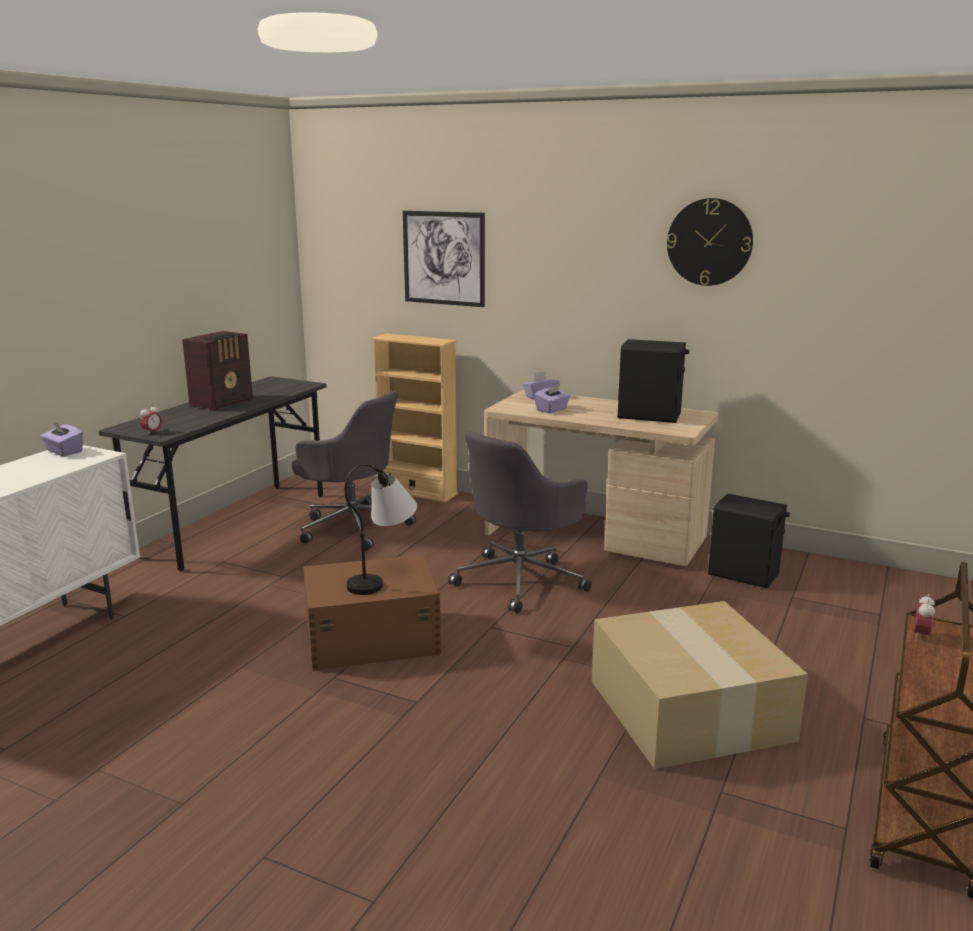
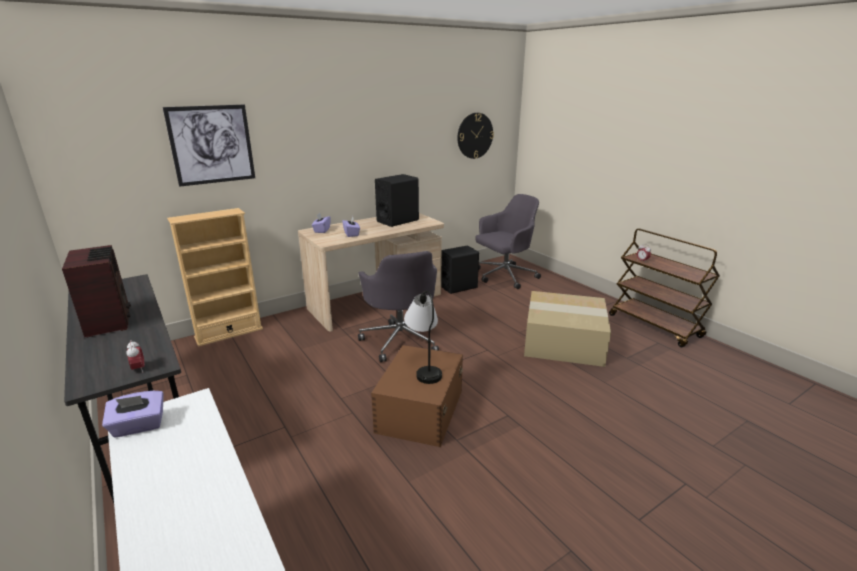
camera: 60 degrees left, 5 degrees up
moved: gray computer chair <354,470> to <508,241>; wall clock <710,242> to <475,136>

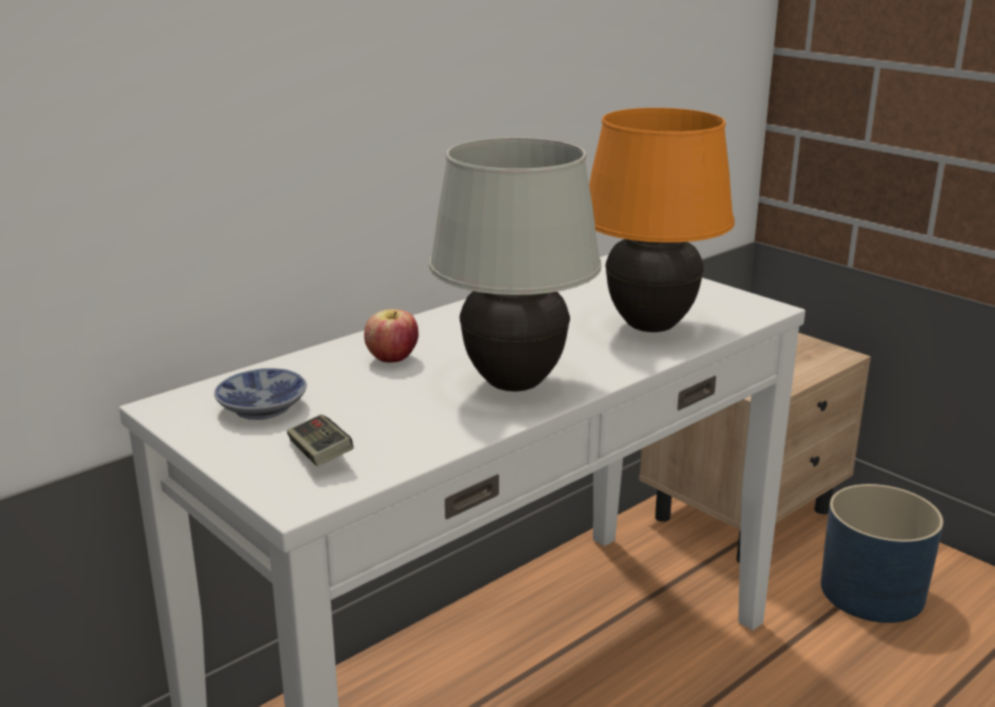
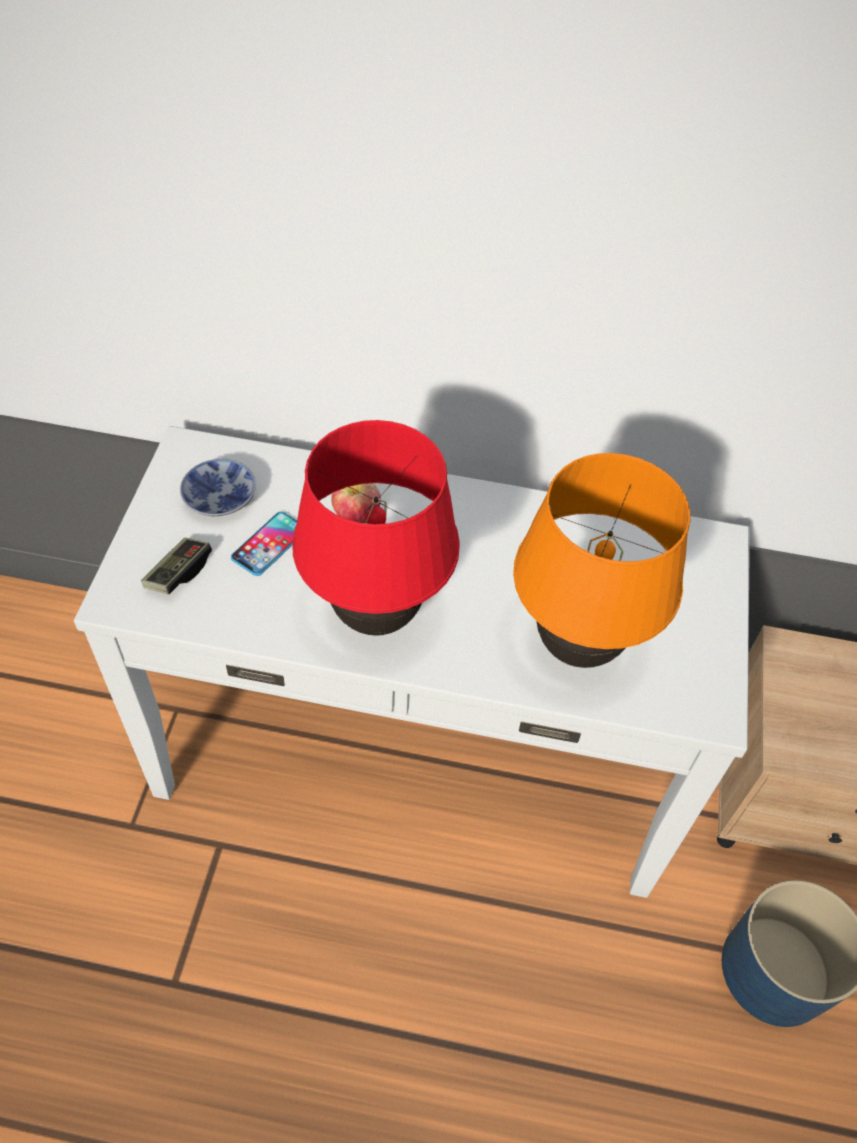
camera: 50 degrees right, 30 degrees up
added: phone <264,544>
recoloured: white lamp for a table <515,264> to red lamp for a table <376,528>

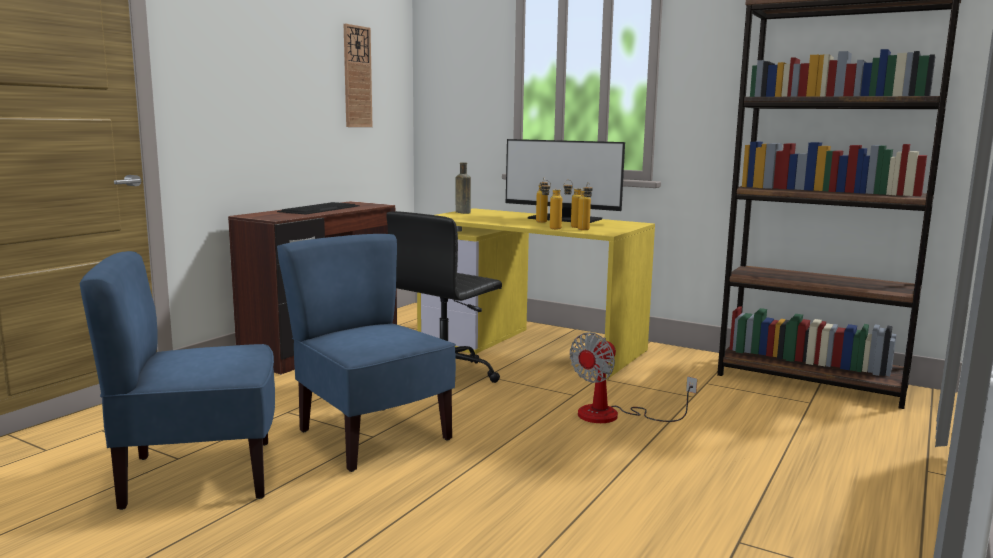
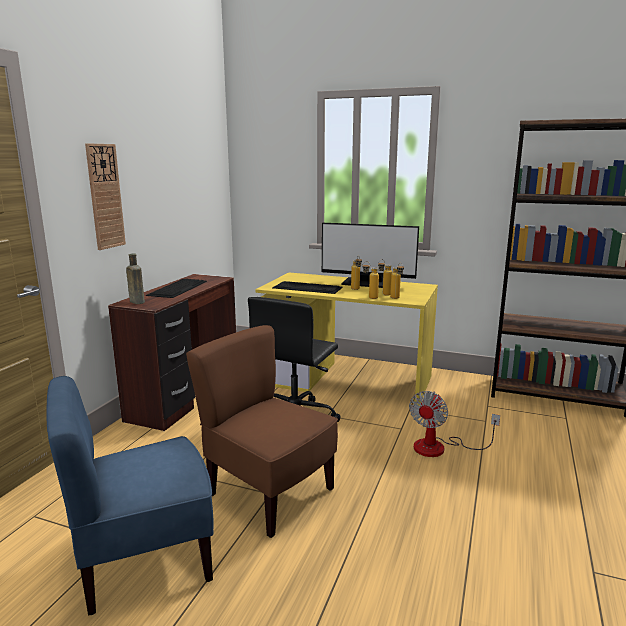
camera: 10 degrees left, 5 degrees up
added: keyboard <307,287>
moved: wall clock <358,75> to <105,196>; brown bottle <463,188> to <135,278>
recoloured: bluish upright chair <366,353> to brown upright chair <262,431>

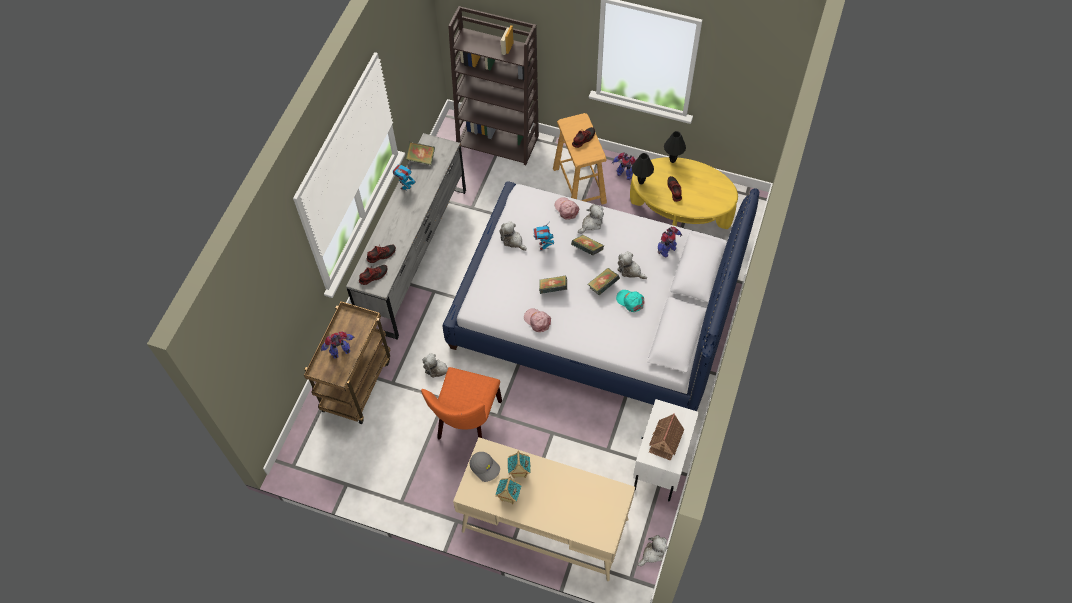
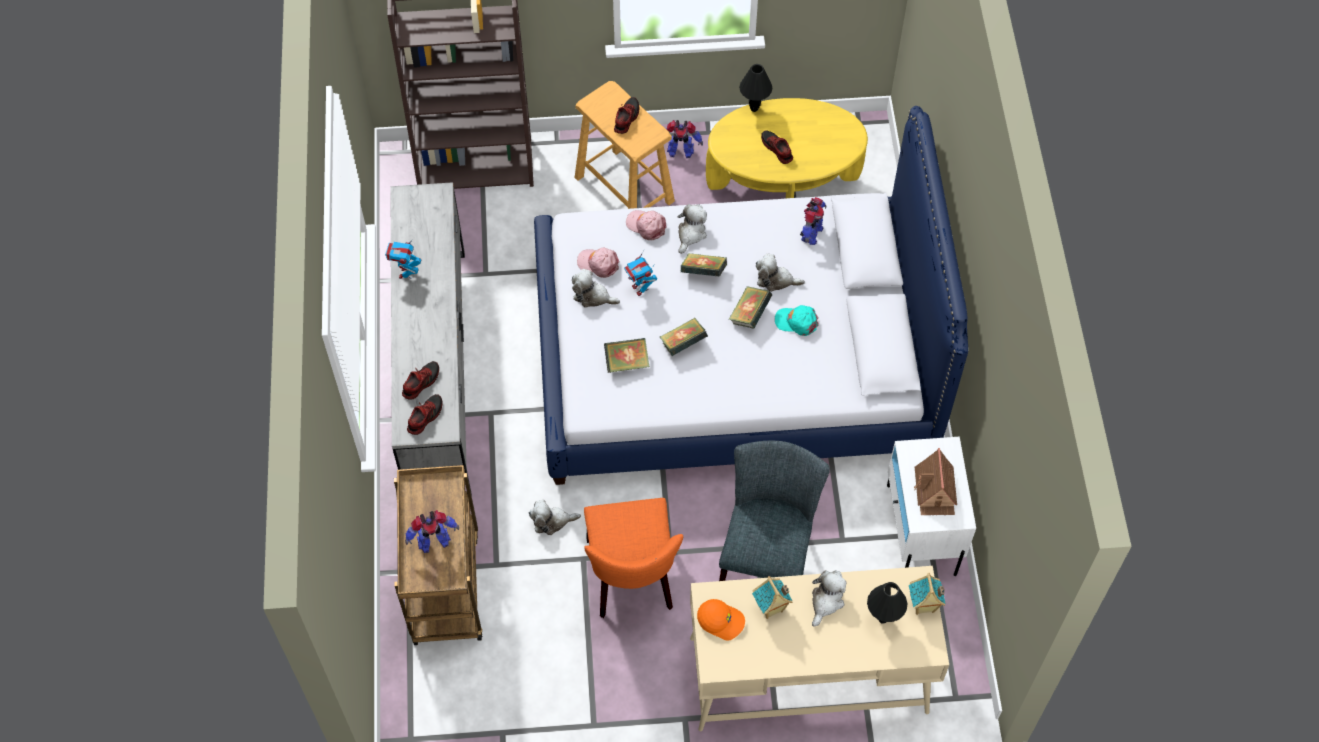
camera: 25 degrees left, 0 degrees up
added: gray upright chair <774,511>
moved: volume <420,153> to <627,355>; miniature house <508,490> to <927,594>; pink cap <537,320> to <598,263>; black-coloured lamp for a table <643,169> to <887,603>; plush toy <652,550> to <829,598>
recoloured: gray cap <485,467> to orange-coloured cap <721,619>
turned: model robot <338,345> = <432,531> 150 degrees counterclockwise

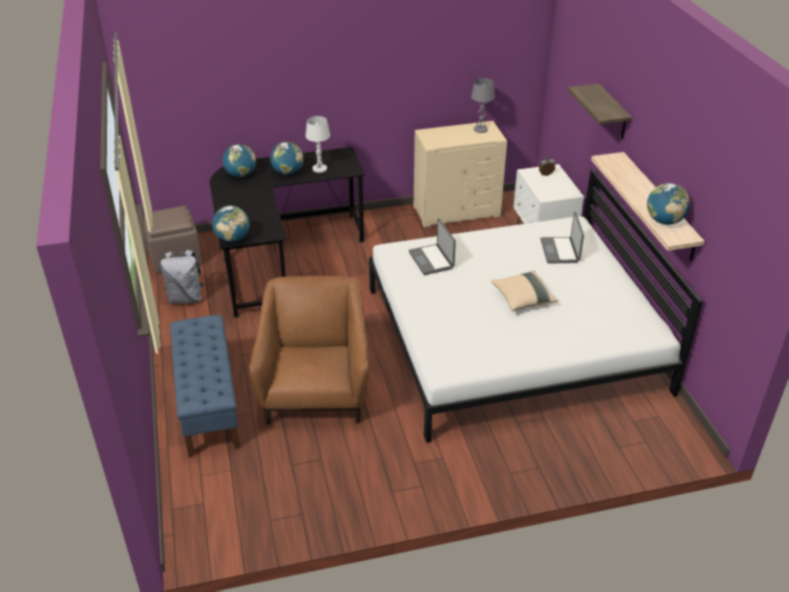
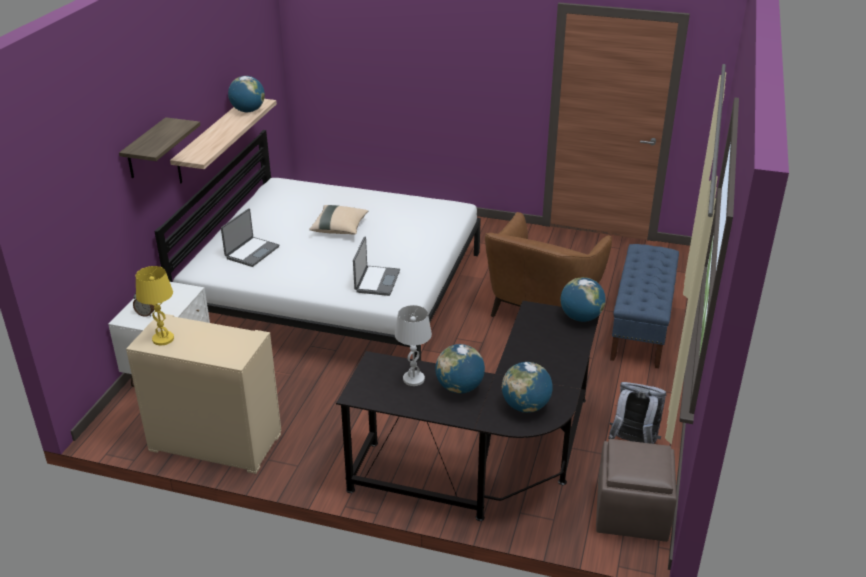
camera: 150 degrees left, 5 degrees down
recoloured: gray lamp for a table <483,105> to yellowish lamp for a table <155,305>

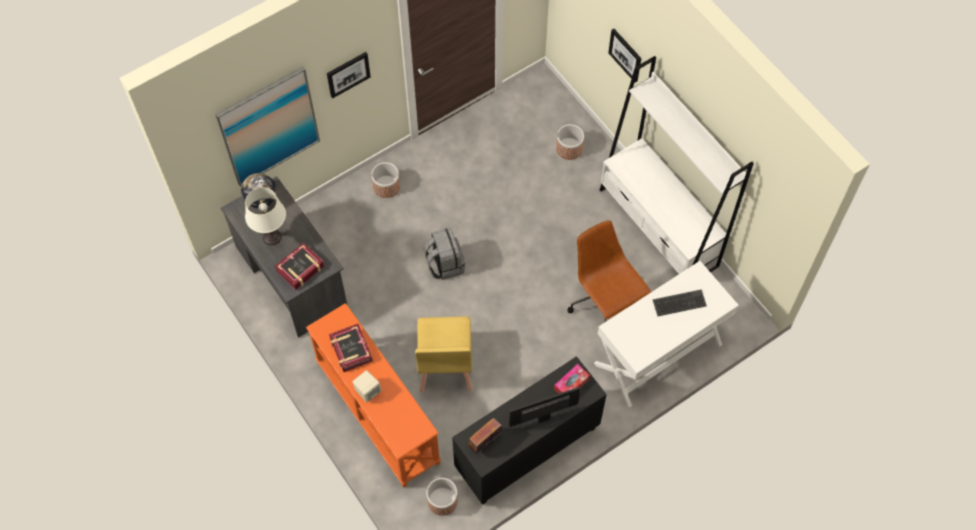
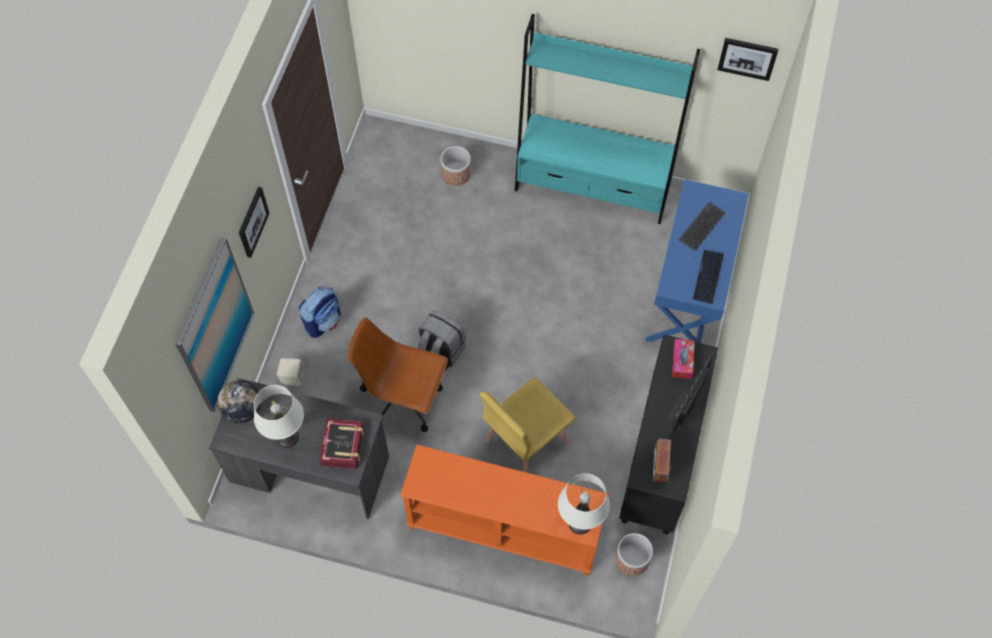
camera: 40 degrees left, 0 degrees up
removed: volume <351,348>
added: white lamp for a table <584,504>; keyboard <708,277>
moved: beige loudspeaker <367,386> to <291,372>; brown computer chair <609,271> to <397,375>; picture <625,56> to <748,59>
replaced: planter <385,180> to rucksack <320,312>
recoloured: white desk <666,334> to bluish desk <697,261>; white bookshelf <677,165> to turquoise bookshelf <607,119>
turned: yellowish upright chair <443,354> = <528,425> 90 degrees clockwise

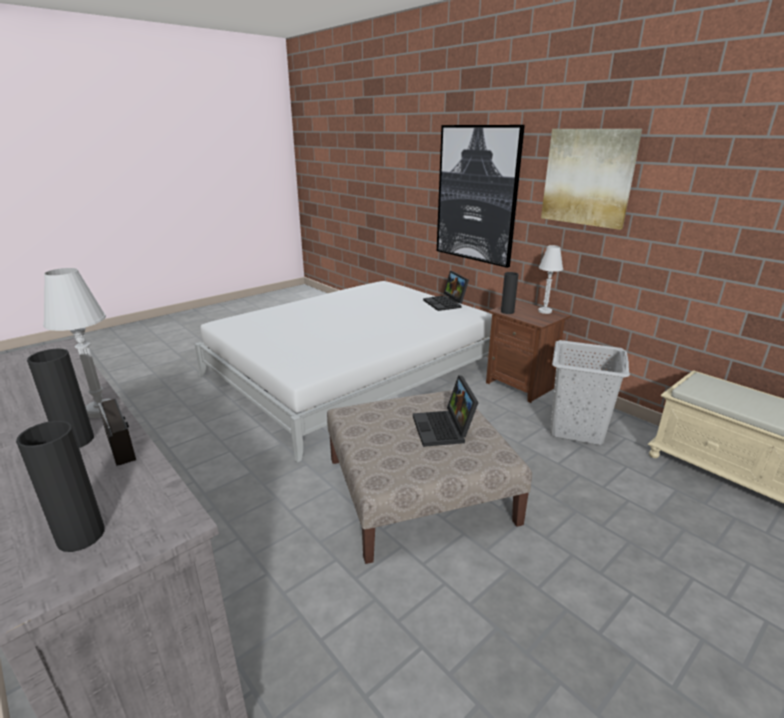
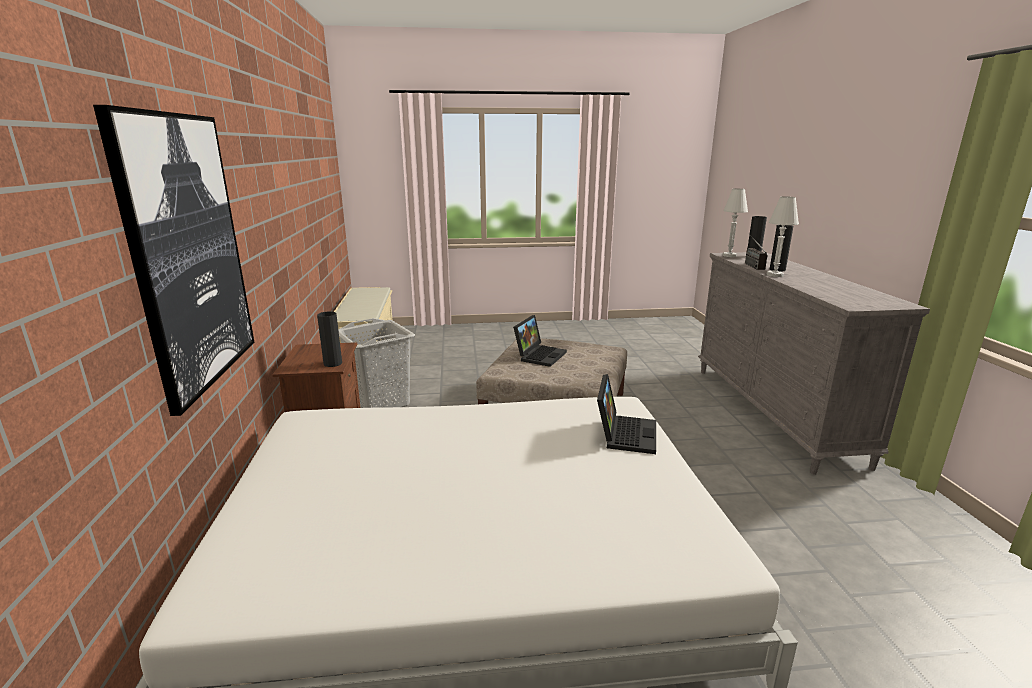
camera: 145 degrees left, 5 degrees down
removed: picture <591,179>
moved: laptop <446,291> to <626,414>; white lamp for a table <550,279> to <735,223>

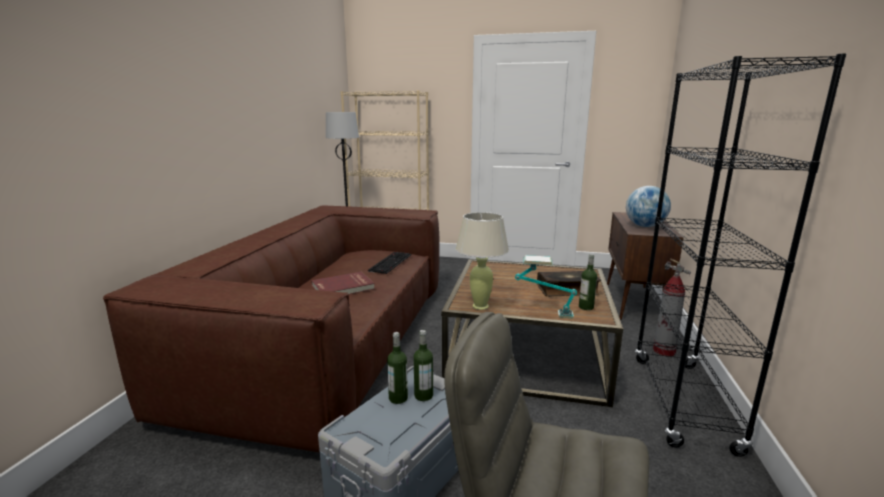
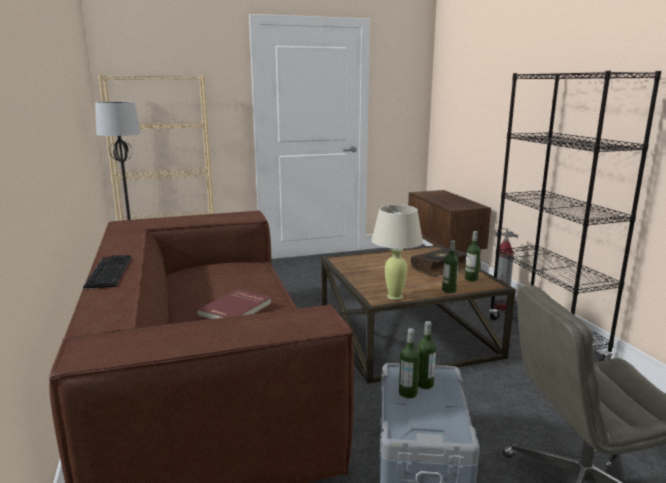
camera: 30 degrees left, 0 degrees up
removed: world globe <648,206>
moved: keyboard <389,263> to <107,272>
replaced: lamp for a table <546,286> to bottle <450,266>

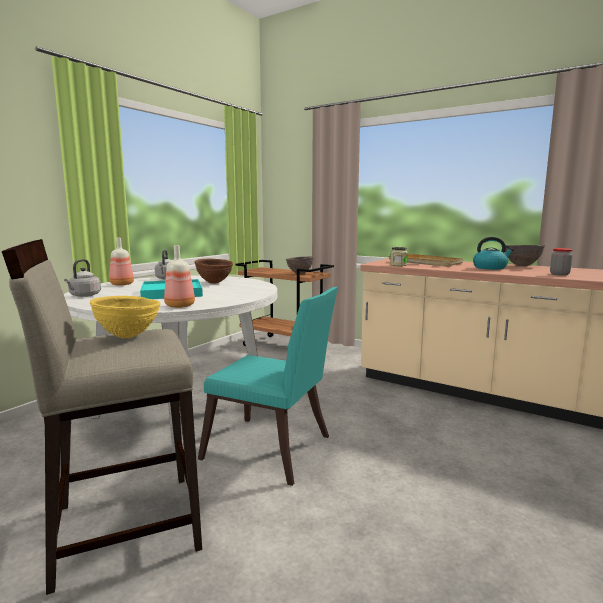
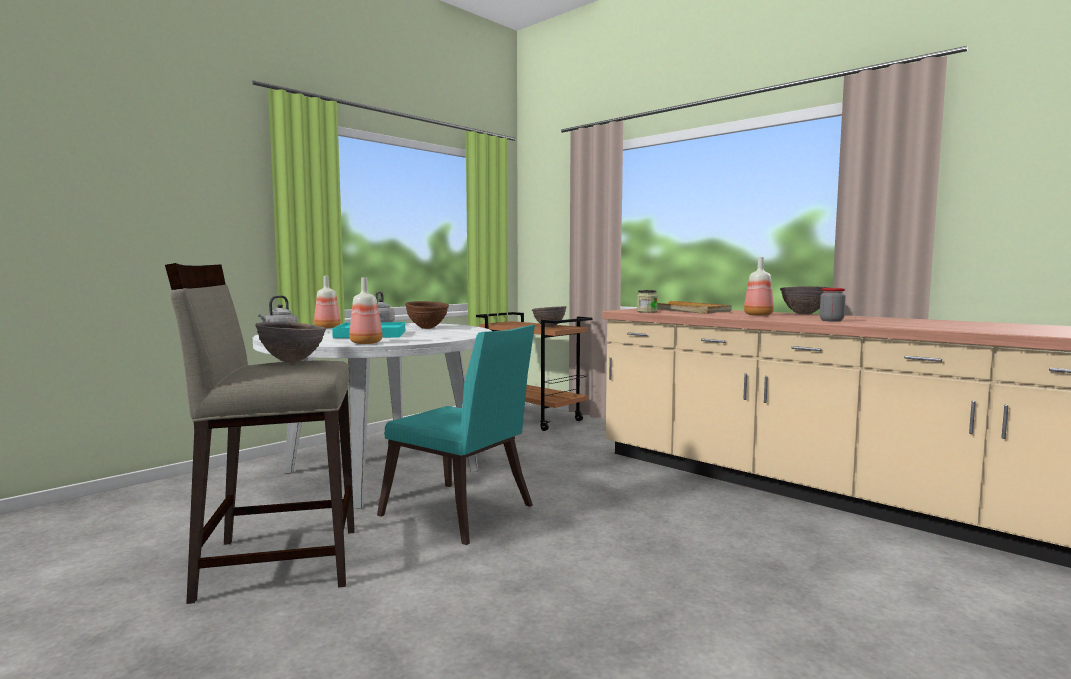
camera: 10 degrees right, 5 degrees down
replaced: kettle <493,253> to bottle <759,286>
recoloured: yellowish deep dish <125,317> to brown deep dish <290,342>

